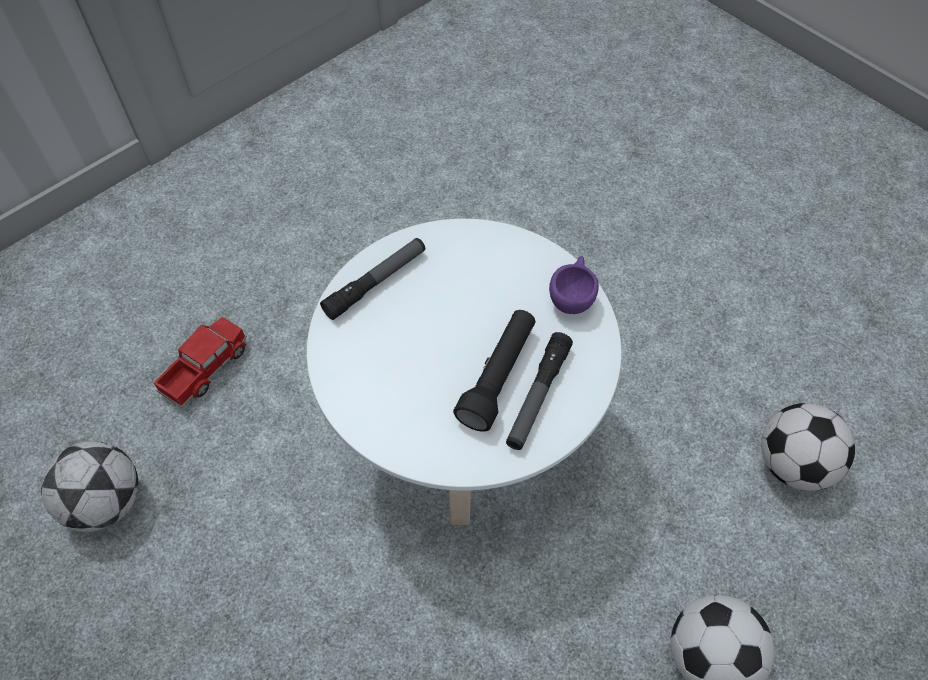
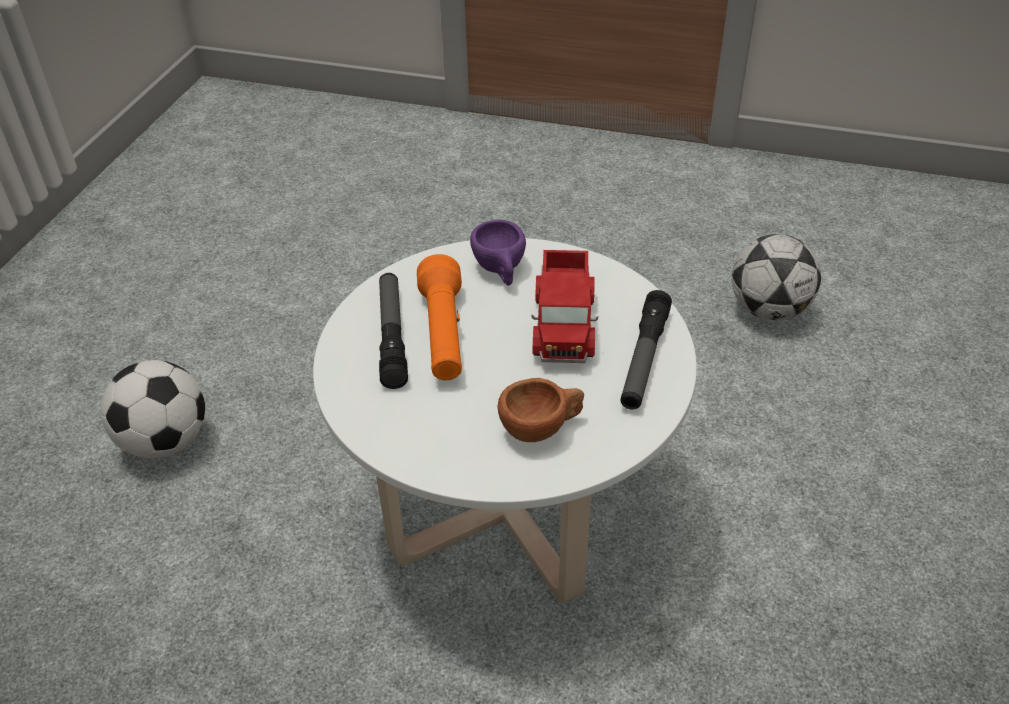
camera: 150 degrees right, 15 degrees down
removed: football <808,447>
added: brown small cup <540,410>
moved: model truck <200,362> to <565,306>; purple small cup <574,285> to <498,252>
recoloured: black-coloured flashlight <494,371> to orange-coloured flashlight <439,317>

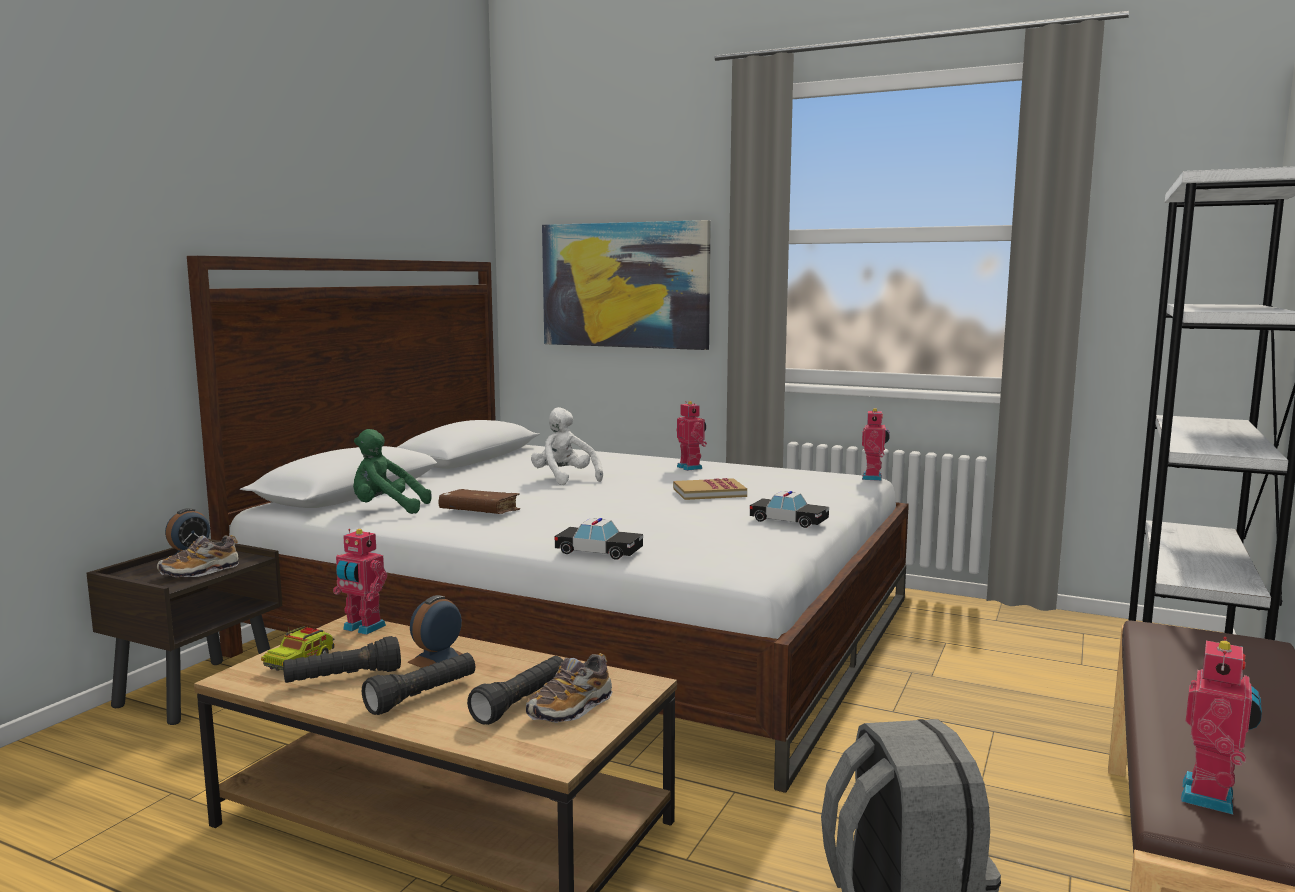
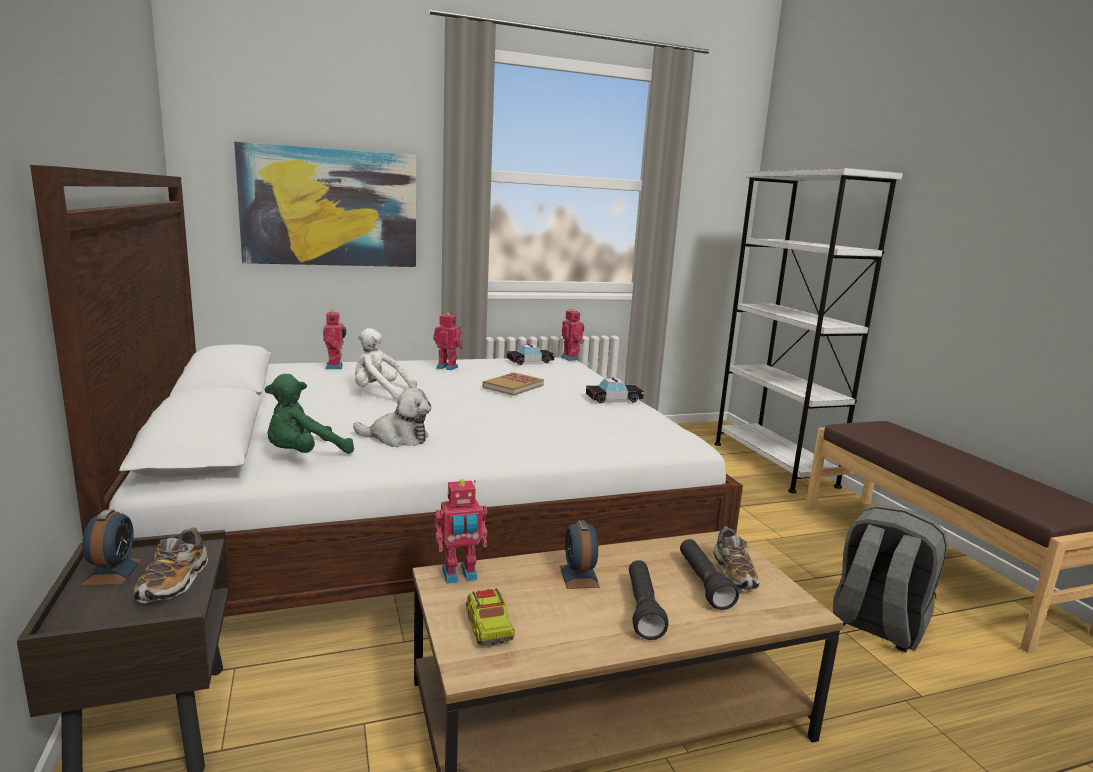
camera: 45 degrees left, 5 degrees up
removed: black-coloured flashlight <342,659>
moved: miniature car <599,539> to <531,354>; model robot <1221,726> to <335,339>
replaced: brown volume <479,501> to plush toy <392,417>

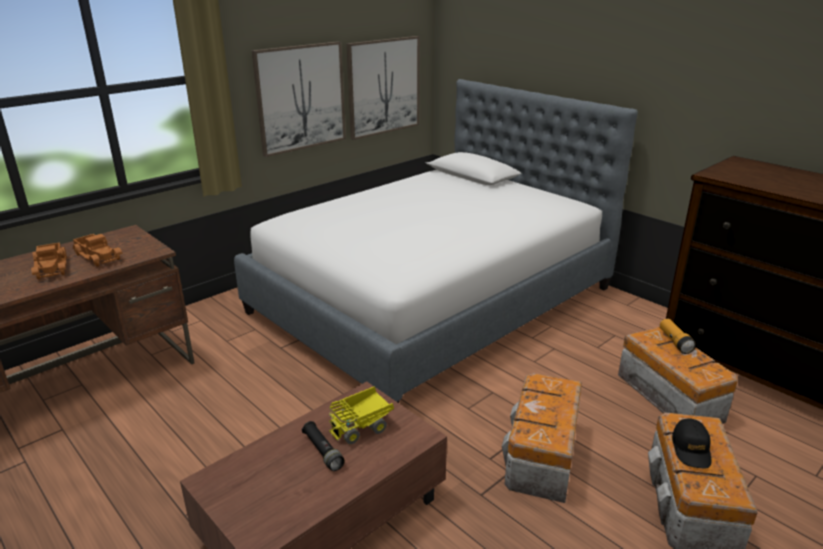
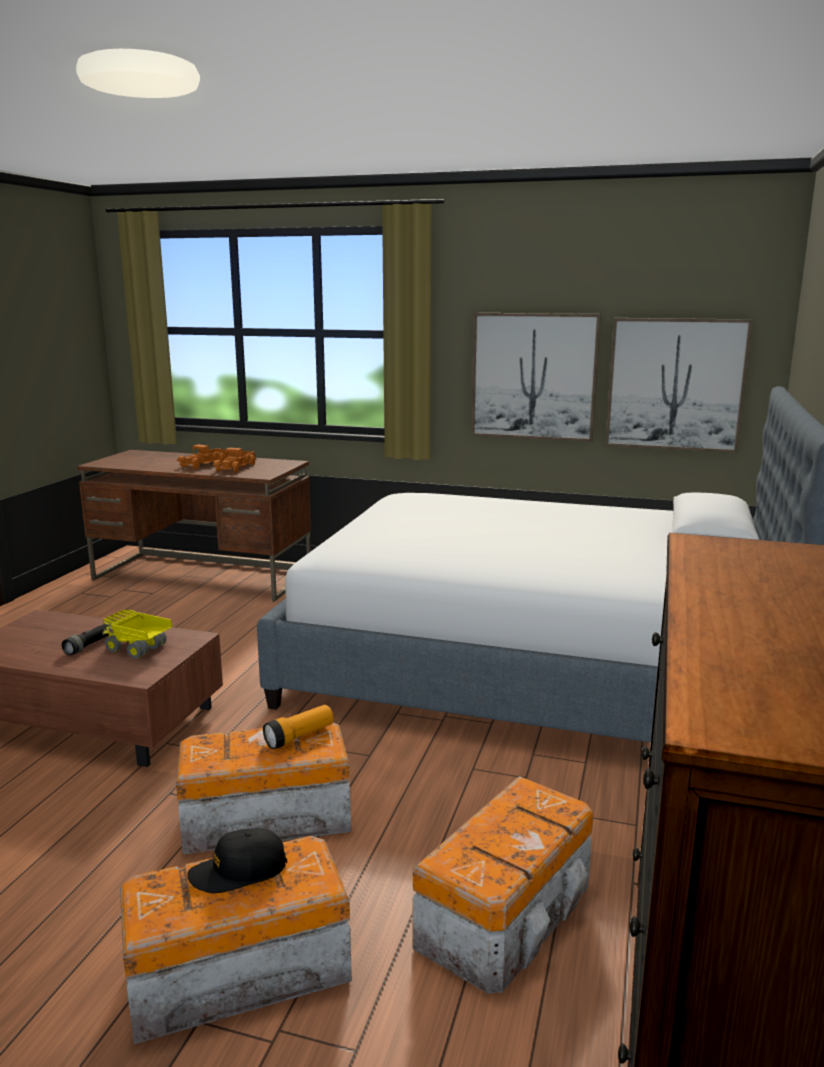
camera: 60 degrees right, 10 degrees down
moved: flashlight <678,336> to <298,727>

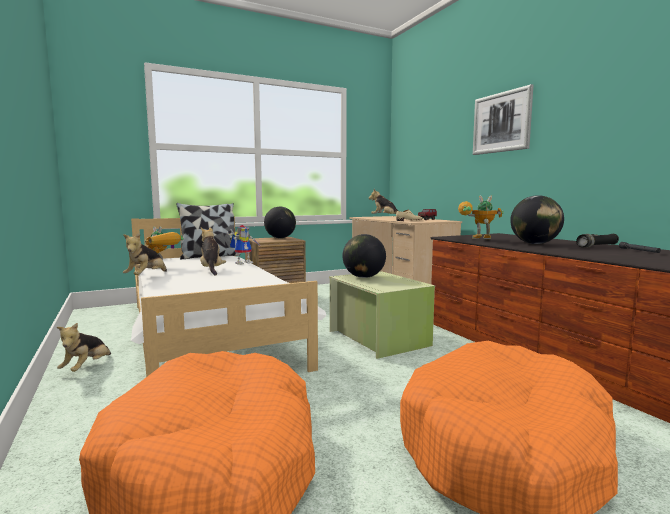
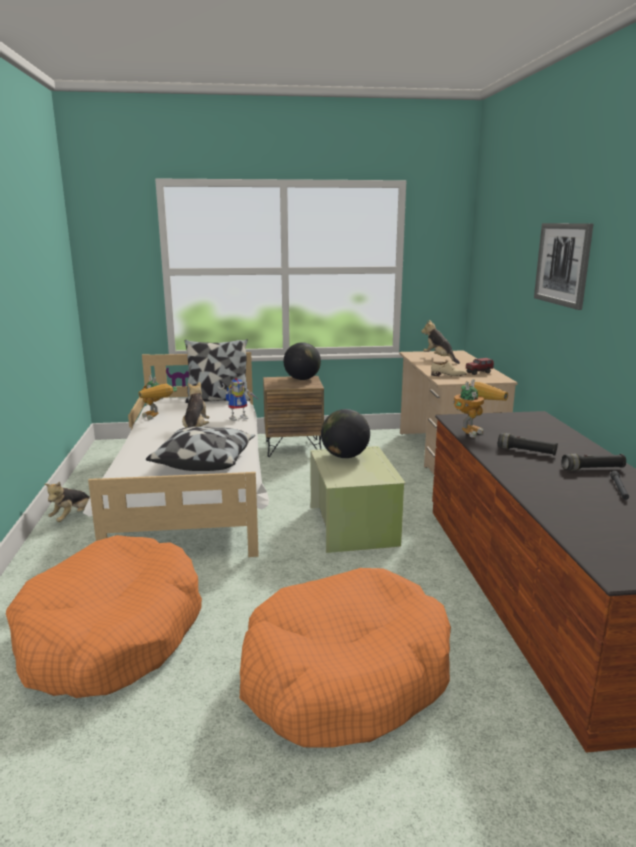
camera: 20 degrees right, 10 degrees up
removed: plush toy <145,253>
added: cushion <200,448>
replaced: world globe <537,219> to black-coloured flashlight <528,444>
turned: model robot <481,217> = <480,408> 105 degrees clockwise

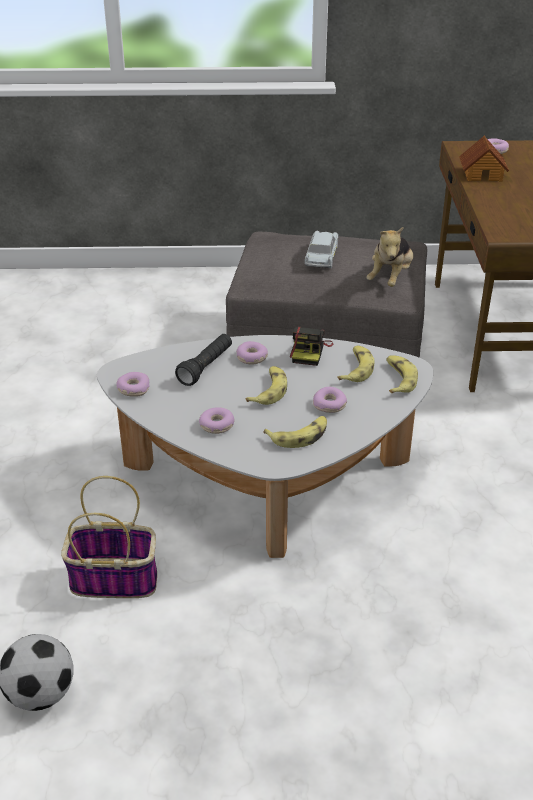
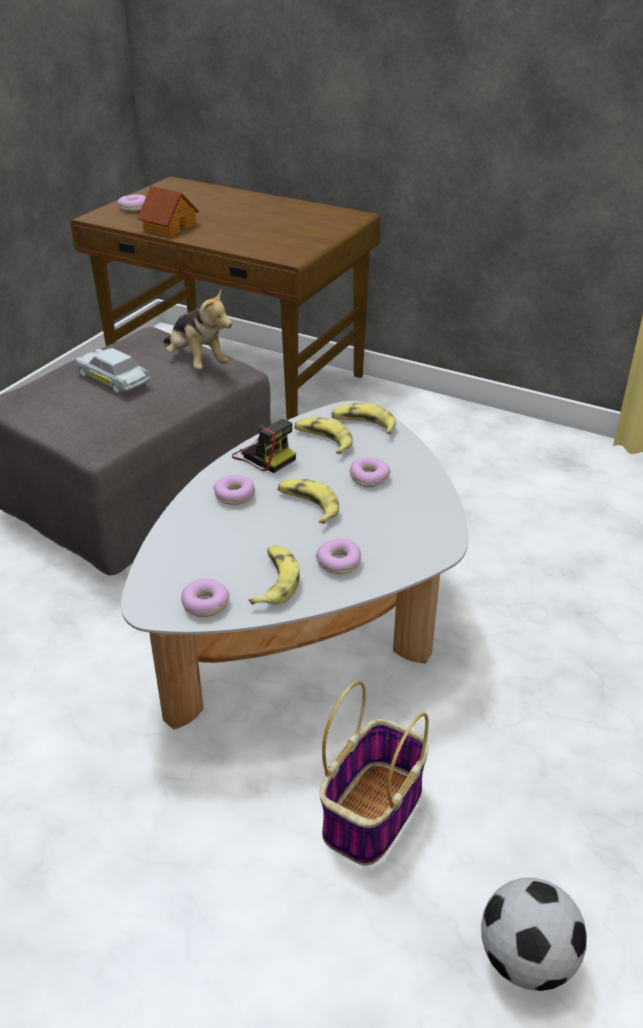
camera: 60 degrees left, 0 degrees up
removed: black-coloured flashlight <203,360>
moved: banana fruit <295,432> to <274,575>

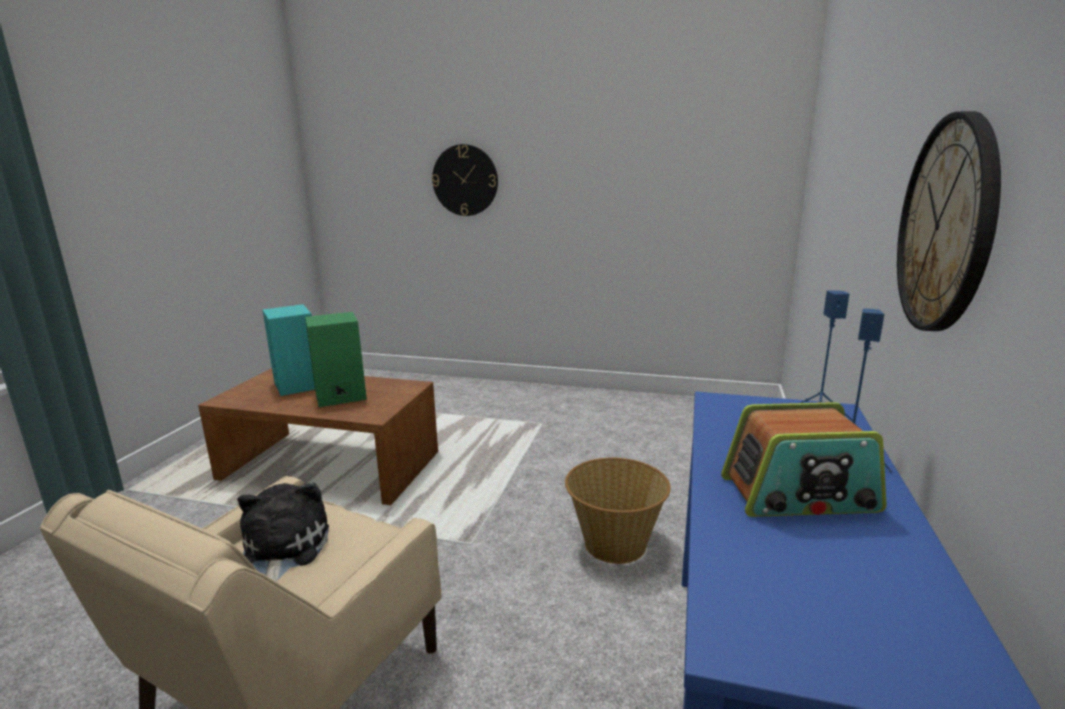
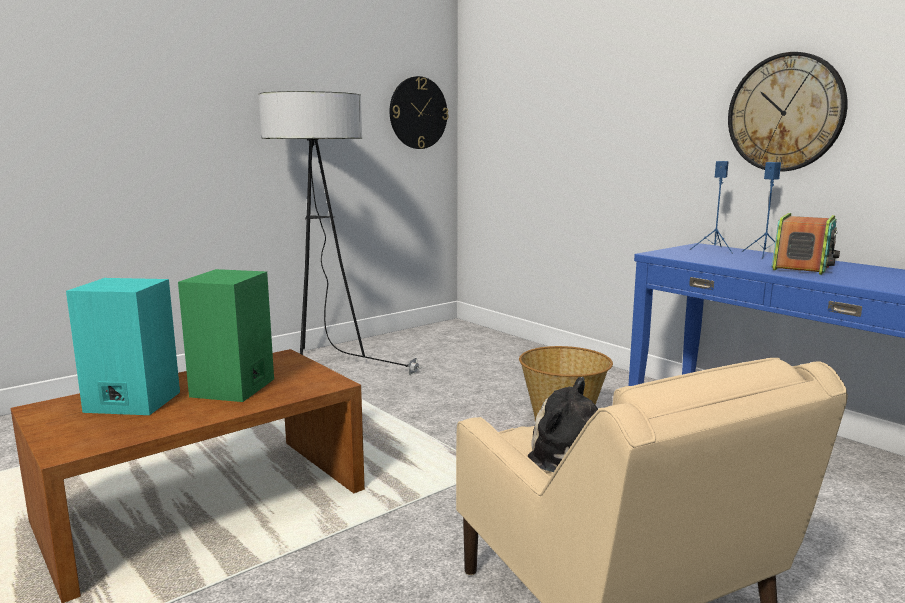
camera: 55 degrees left, 5 degrees down
added: floor lamp <340,233>
moved: wall clock <465,180> to <419,112>

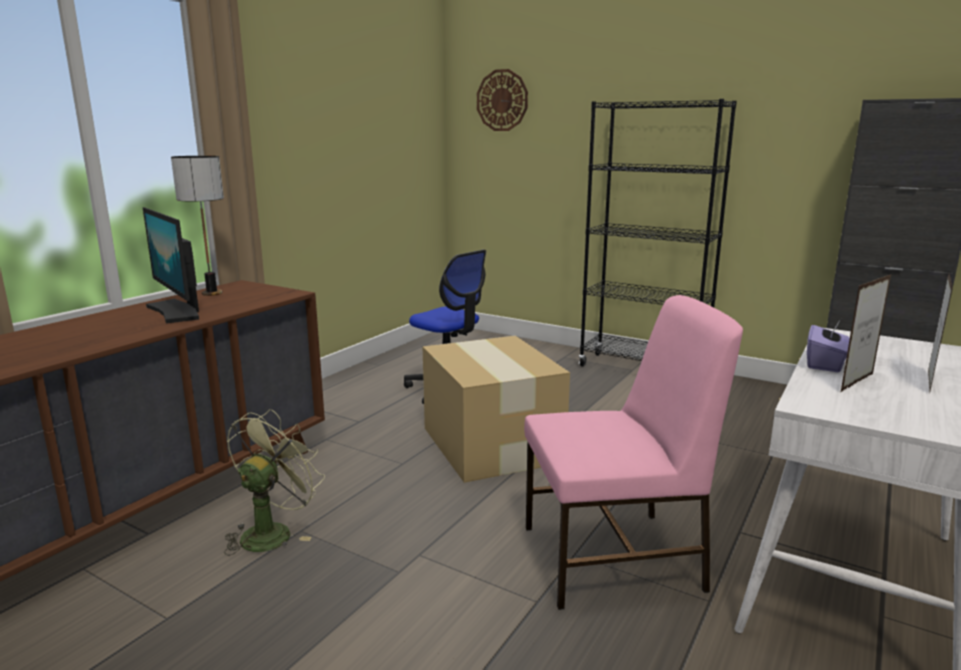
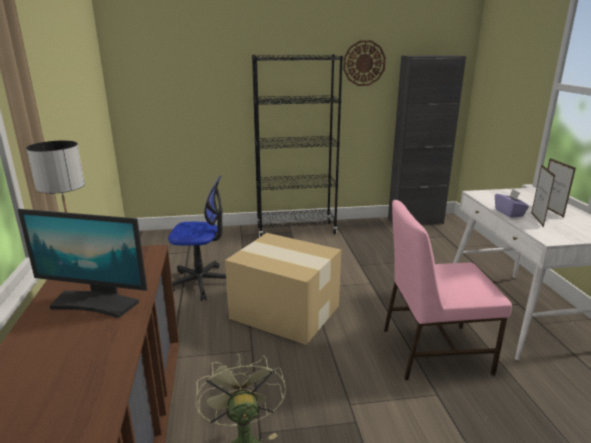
camera: 40 degrees left, 5 degrees up
moved: wall clock <502,100> to <364,63>
turned: pink upright chair <633,452> = <448,290> 135 degrees counterclockwise

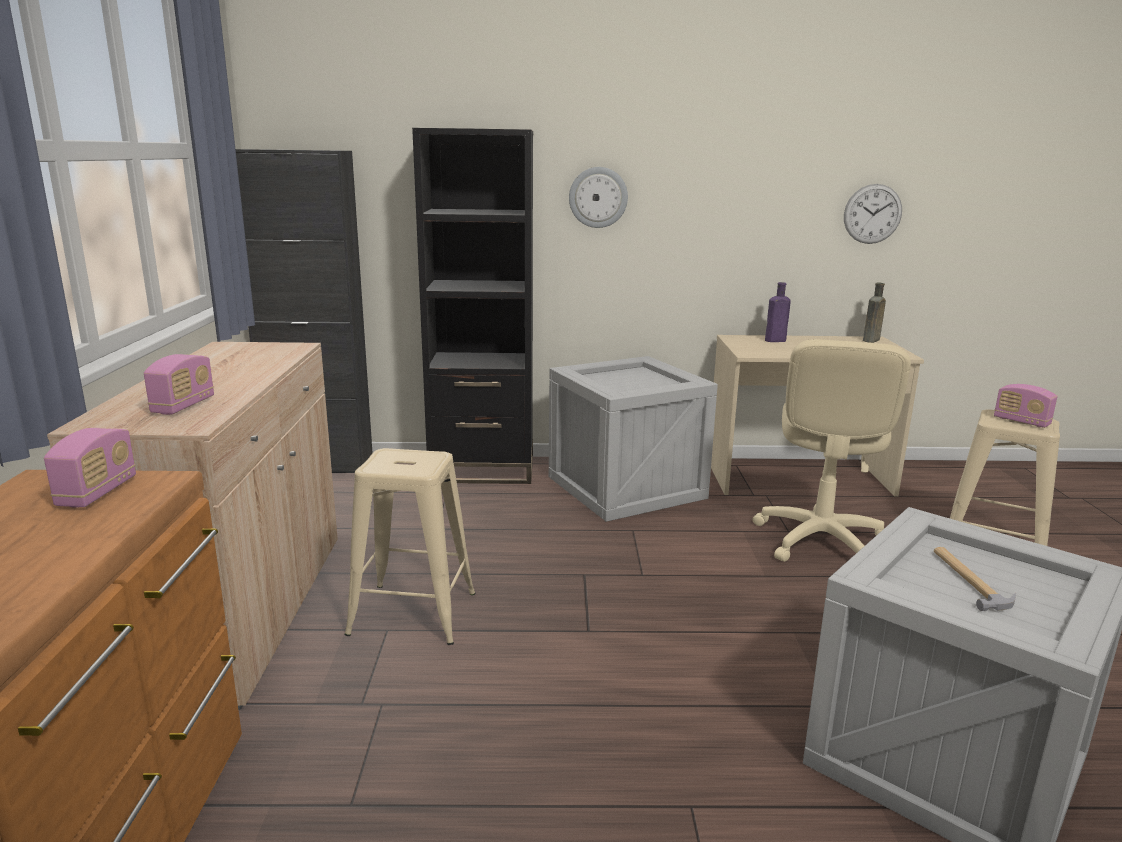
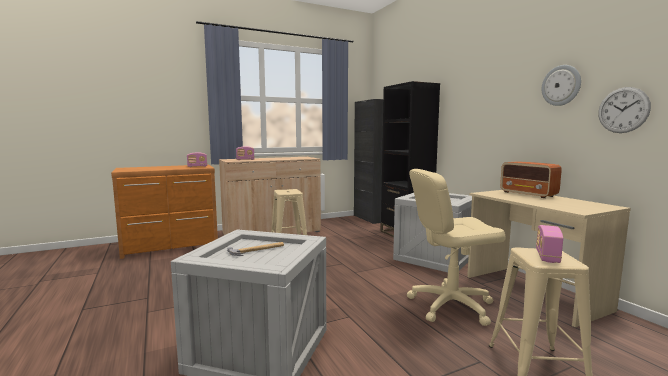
camera: 65 degrees right, 10 degrees down
removed: brown bottle <874,312>
moved: wall clock <598,197> to <561,85>
replaced: purple bottle <778,312> to radio <531,180>

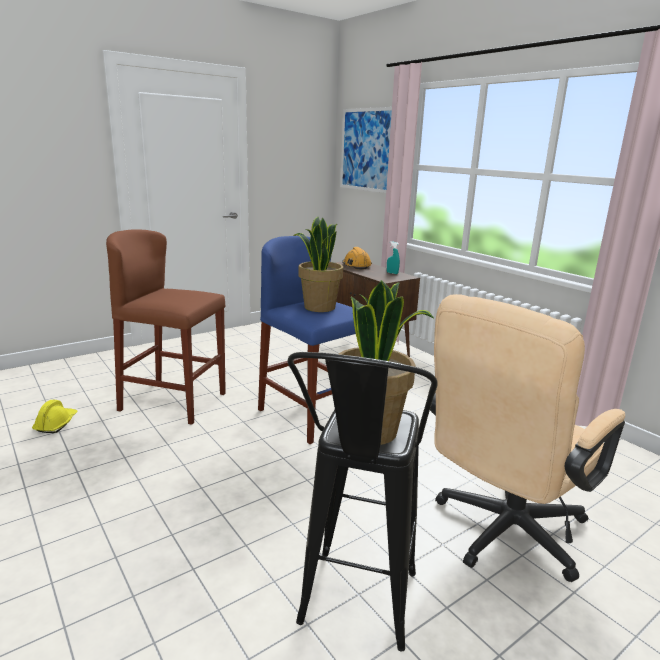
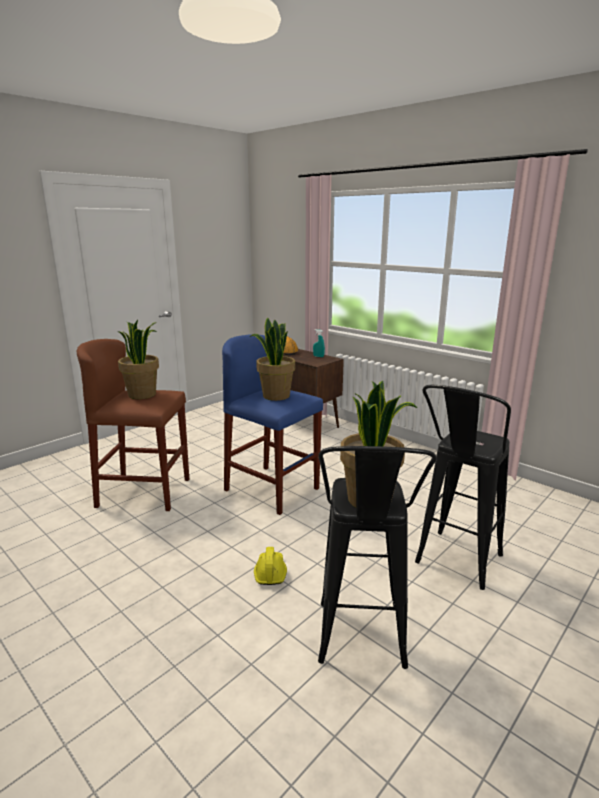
camera: 10 degrees left, 0 degrees up
removed: picture <366,150>
added: potted plant <138,359>
moved: yellowish work helmet <55,416> to <270,566>
replaced: beige computer chair <527,438> to black-coloured stool <463,487>

